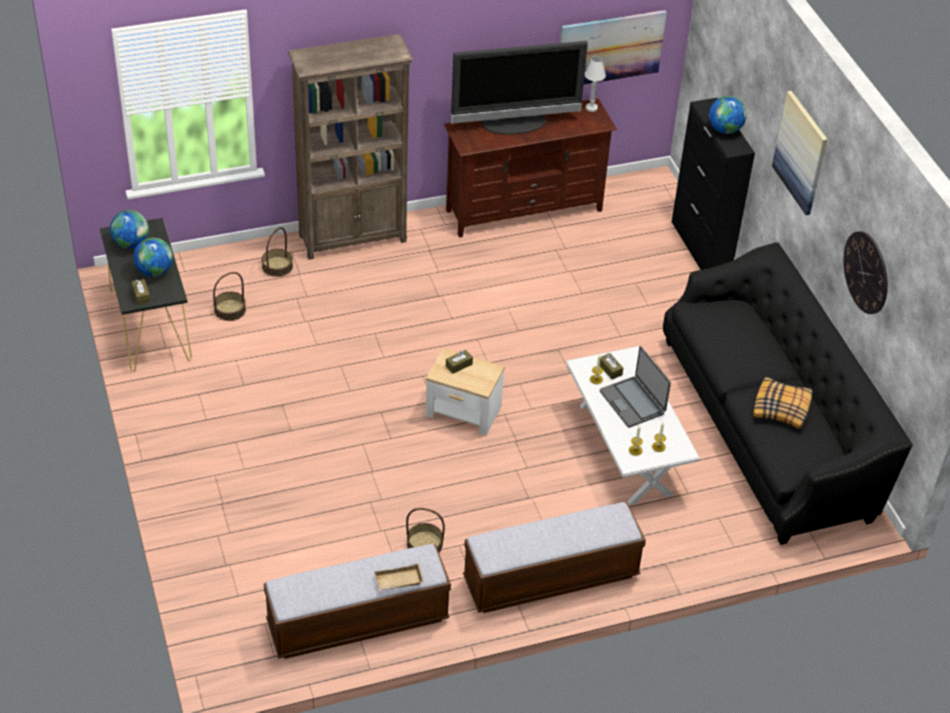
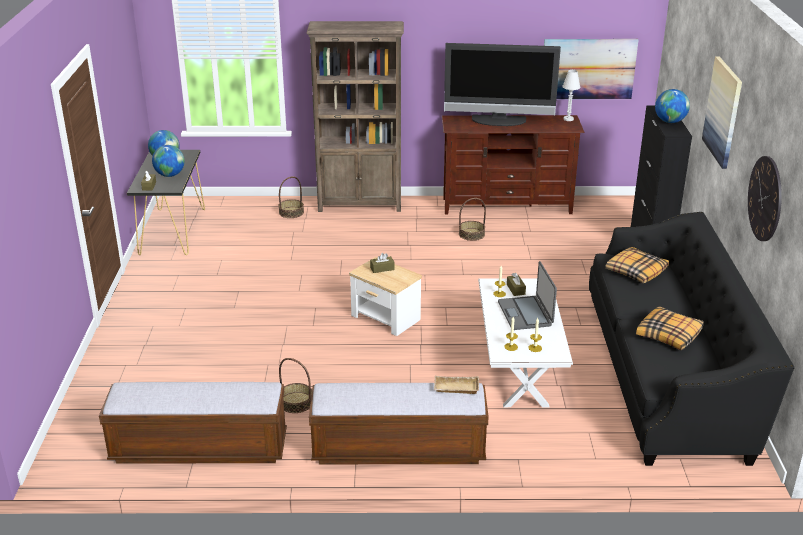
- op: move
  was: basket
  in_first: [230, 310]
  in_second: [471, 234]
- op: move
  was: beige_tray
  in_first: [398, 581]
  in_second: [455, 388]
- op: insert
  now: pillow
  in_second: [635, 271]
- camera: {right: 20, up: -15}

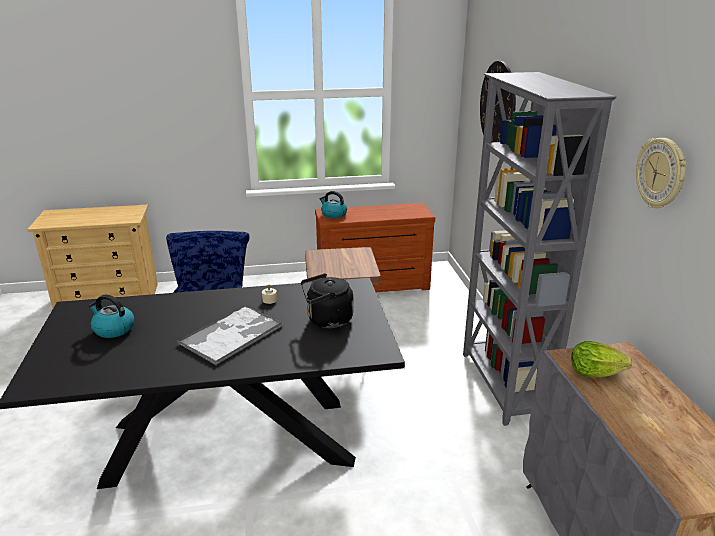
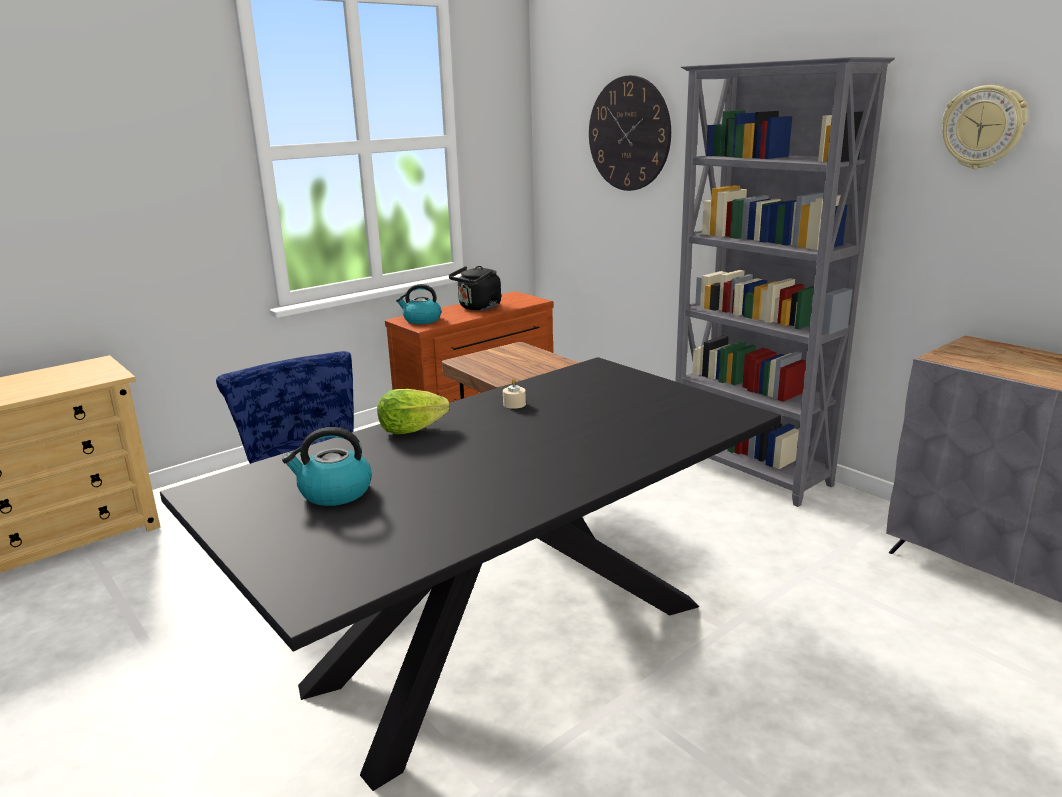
- op: move
  was: black_kettle
  in_first: [327, 320]
  in_second: [478, 308]
- op: delete
  was: tray
  in_first: [232, 334]
- op: move
  was: lettuce
  in_first: [594, 373]
  in_second: [411, 430]
- camera: {right: -30, up: -5}

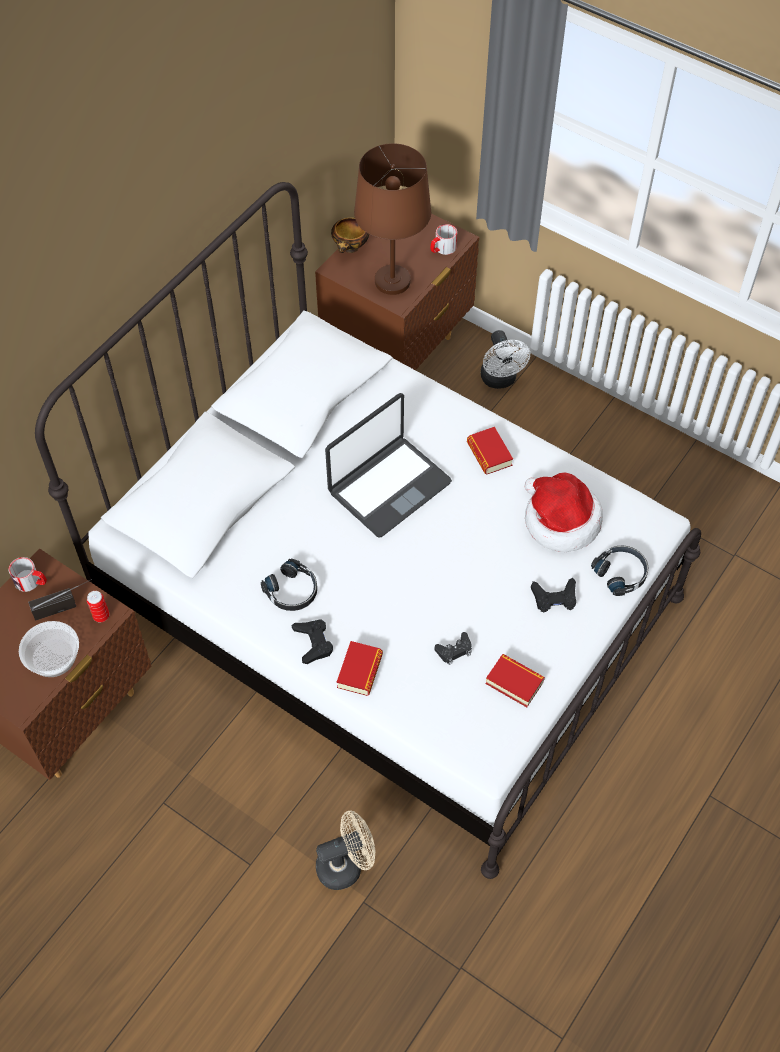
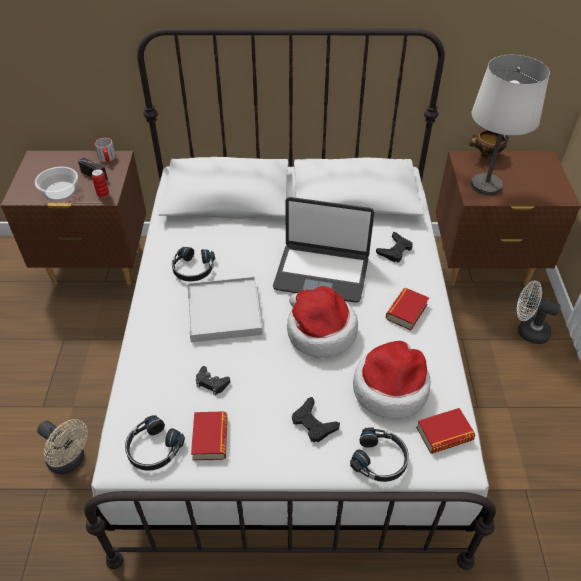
- op: recolor
  was: brown_table_lamp
  now: white_table_lamp
  in_first: [392, 282]
  in_second: [485, 185]
- op: delete
  was: mug
  in_first: [442, 249]
- op: rotate
  was: white_fan
  in_first: [500, 380]
  in_second: [527, 330]
  clockwise: 75
- op: move
  was: black_game_controller
  in_first: [313, 642]
  in_second: [395, 250]
- op: move
  was: book
  in_first: [360, 671]
  in_second: [444, 434]
- op: insert
  now: white_tray
  in_second: [224, 312]
- op: insert
  now: hat
  in_second: [319, 331]
- op: insert
  now: black_headphones
  in_second: [153, 449]
- camera: {right: 55, up: -10}

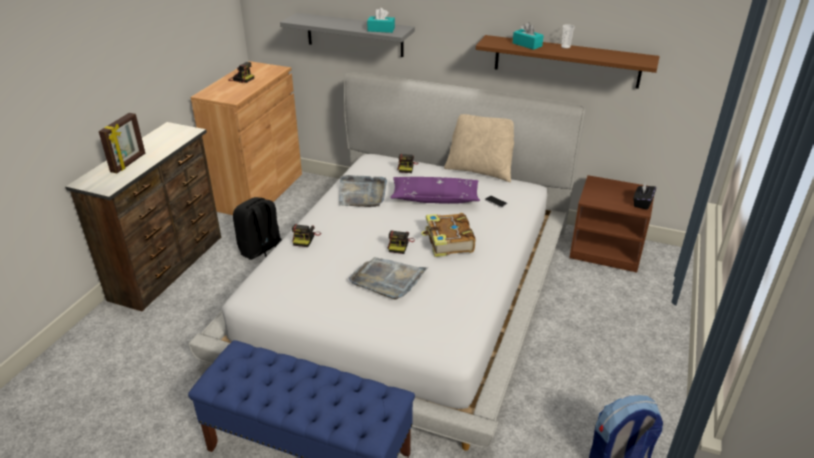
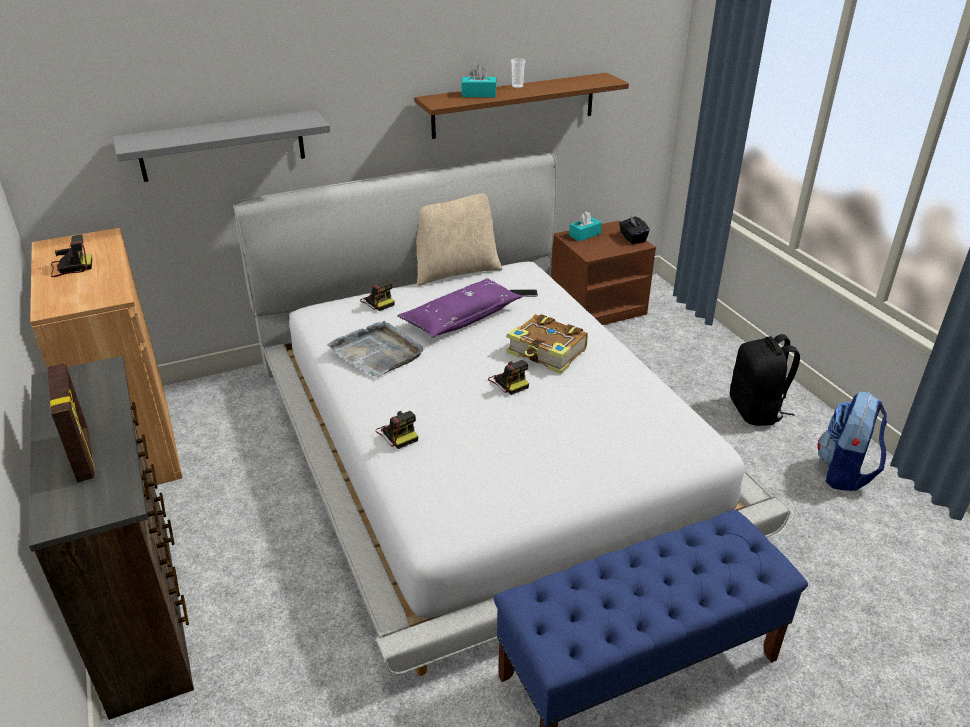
- op: move
  was: turquoise_tissue_box
  in_first: [381, 30]
  in_second: [585, 235]
- op: move
  was: black_backpack
  in_first: [261, 250]
  in_second: [756, 411]
- op: delete
  was: grey_tray
  in_first: [388, 279]
- camera: {right: -45, up: 0}

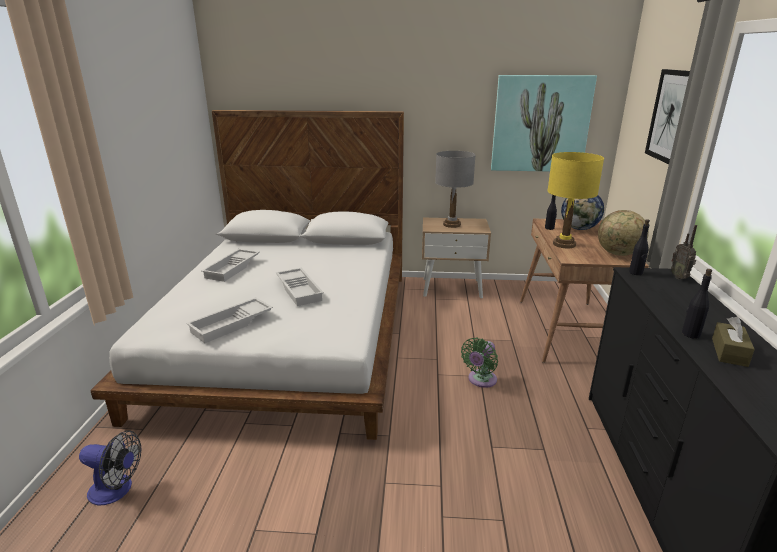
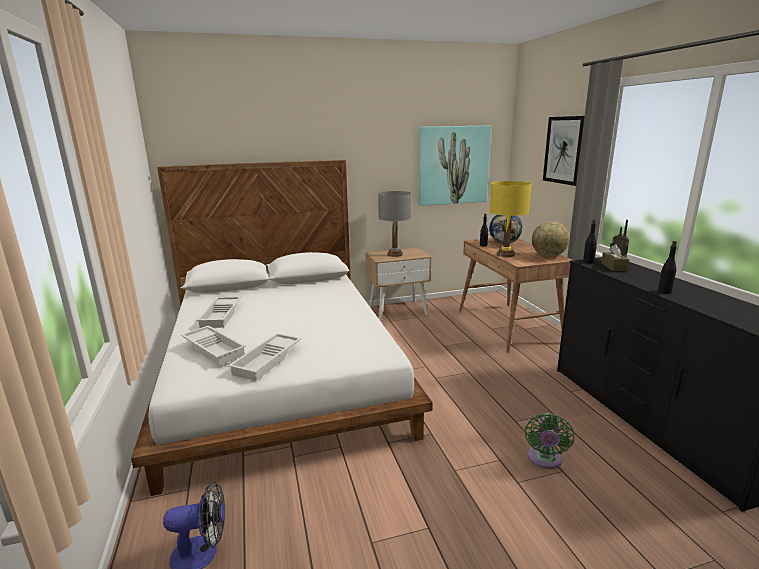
- op: move
  was: white_tray
  in_first: [300, 290]
  in_second: [215, 349]
- op: move
  was: brown_tissue_box
  in_first: [729, 352]
  in_second: [613, 267]
- op: move
  was: green_fan
  in_first: [480, 380]
  in_second: [544, 460]
- camera: {right: -20, up: -5}

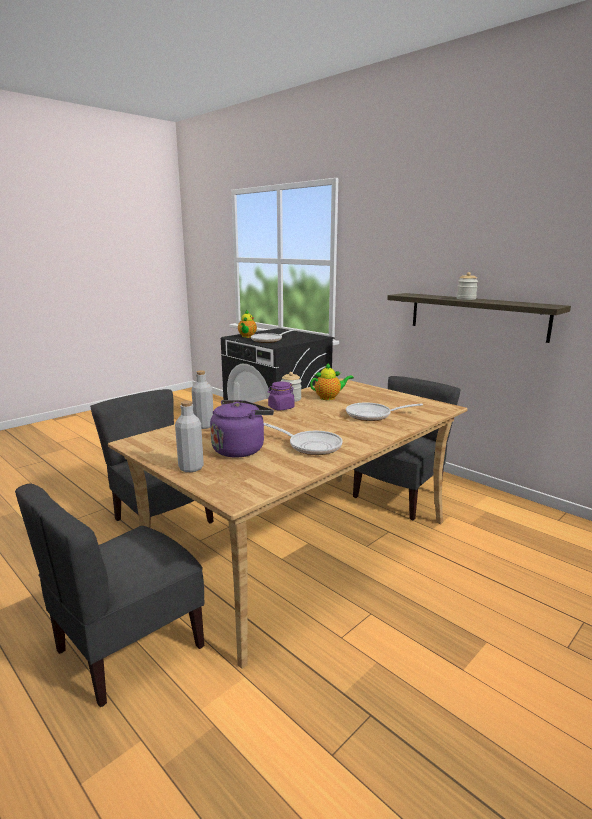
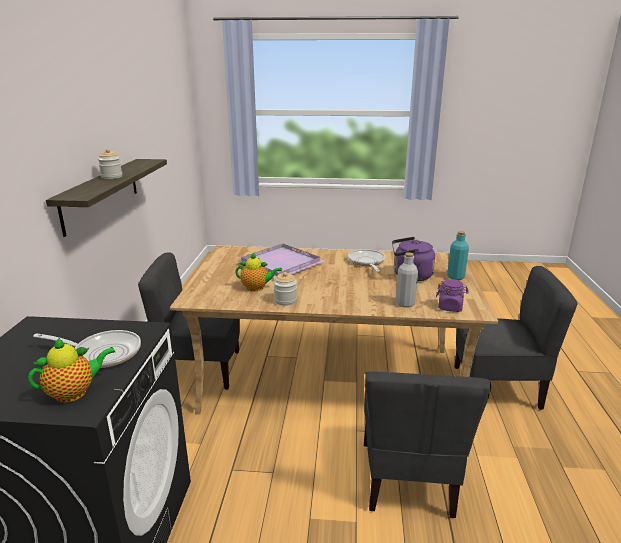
- op: rotate
  was: teapot
  in_first: [329, 398]
  in_second: [257, 288]
  clockwise: 150
- op: move
  was: purple_jar
  in_first: [281, 408]
  in_second: [450, 307]
- op: recolor
  was: grey_bottle
  now: turquoise_bottle
  in_first: [191, 468]
  in_second: [455, 277]
- op: replace
  was: frying_pan
  now: purple_tray
  in_first: [372, 415]
  in_second: [280, 263]
- camera: {right: -130, up: 5}

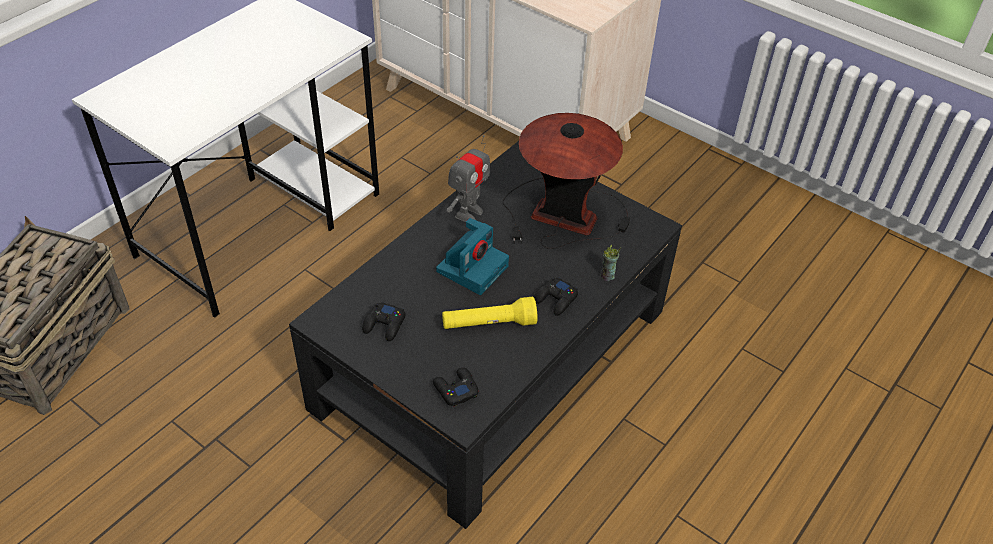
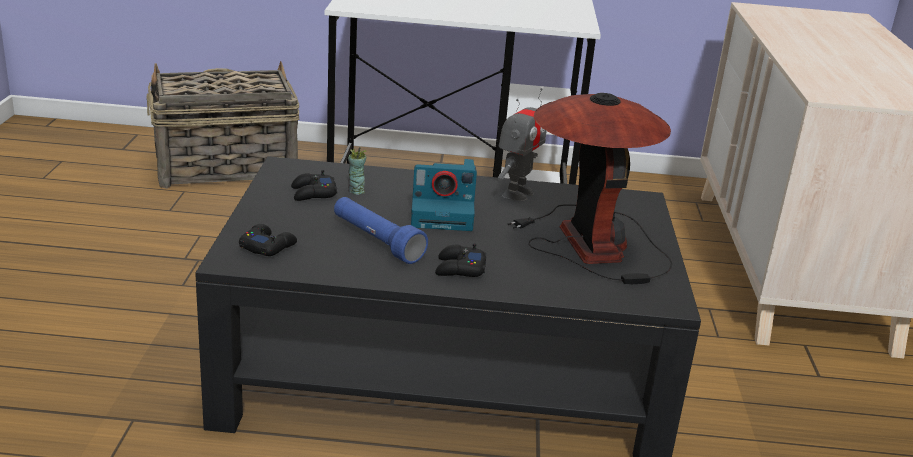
- op: rotate
  was: toy_robot
  in_first: [468, 212]
  in_second: [517, 193]
  clockwise: -60
- op: move
  was: cup
  in_first: [607, 276]
  in_second: [356, 191]
- op: recolor
  was: yellow_flashlight
  now: blue_flashlight
  in_first: [489, 324]
  in_second: [376, 241]
- camera: {right: 55, up: -20}

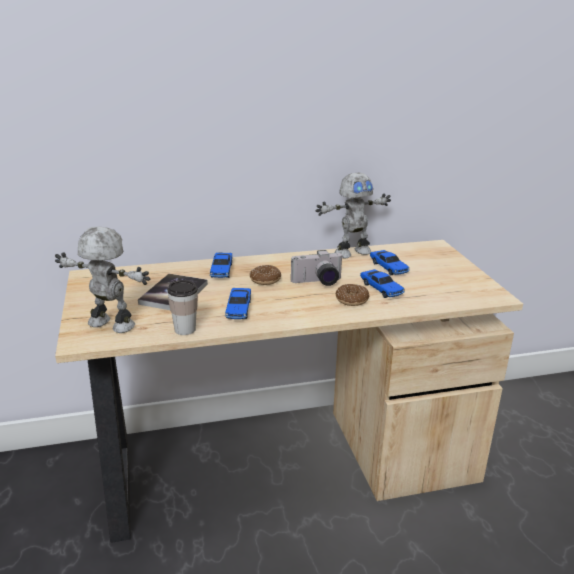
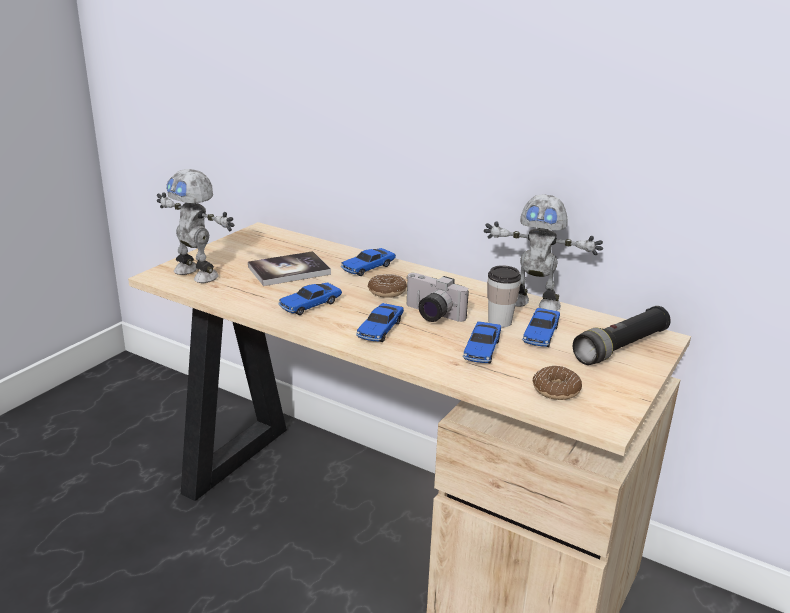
- op: rotate
  was: toy_robot
  in_first: [110, 326]
  in_second: [198, 274]
  clockwise: 150
- op: move
  was: cup
  in_first: [185, 329]
  in_second: [500, 321]
- op: move
  was: donut
  in_first: [352, 300]
  in_second: [556, 390]
- op: insert
  now: toy_car
  in_second: [380, 330]
- op: insert
  now: black_flashlight
  in_second: [621, 348]
- camera: {right: 45, up: 0}

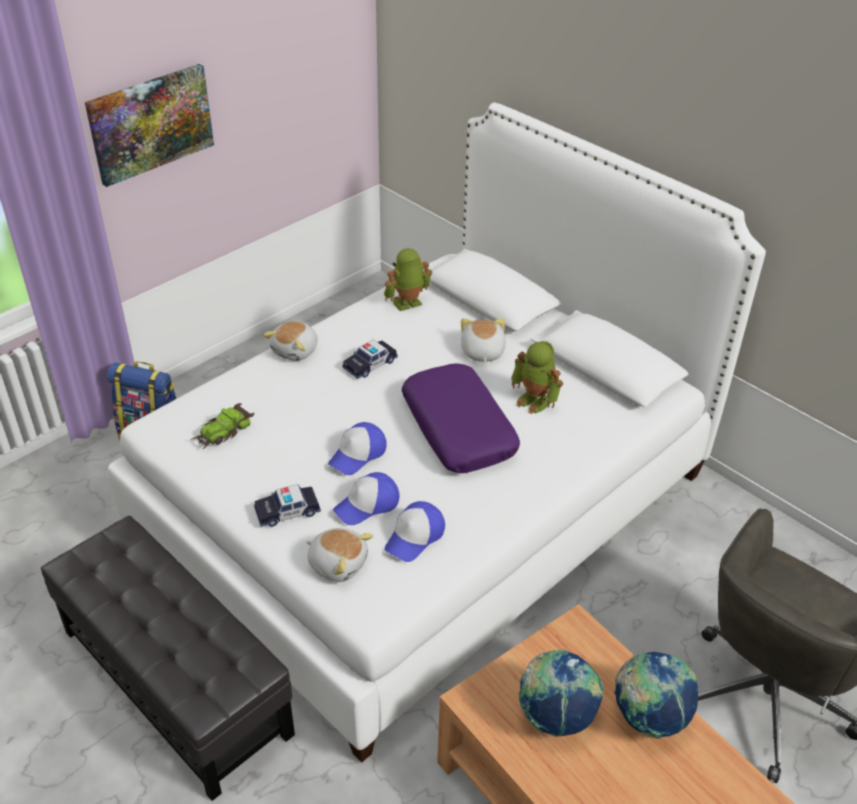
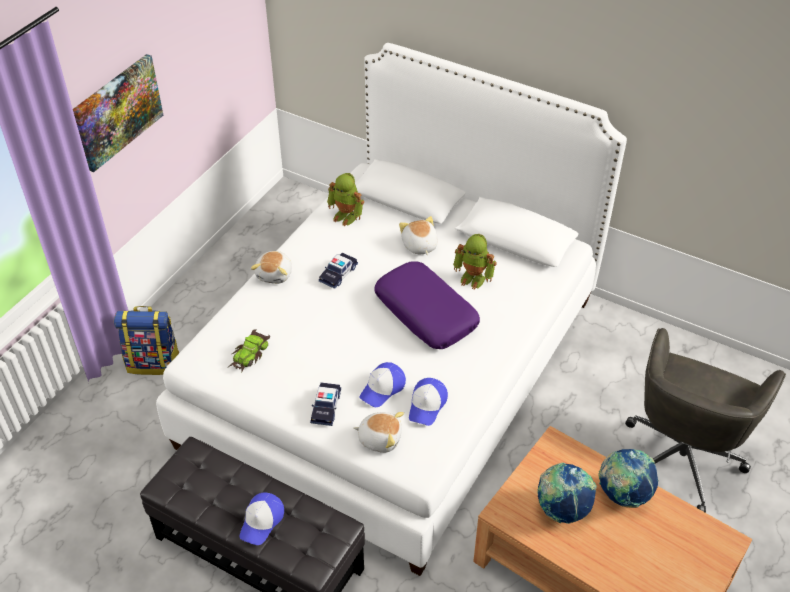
- op: rotate
  was: toy_robot
  in_first: [408, 304]
  in_second: [346, 216]
  clockwise: -105
- op: move
  was: cap
  in_first: [358, 454]
  in_second: [262, 521]
- op: rotate
  was: toy_car
  in_first: [287, 511]
  in_second: [326, 407]
  clockwise: -45
- camera: {right: -15, up: 5}

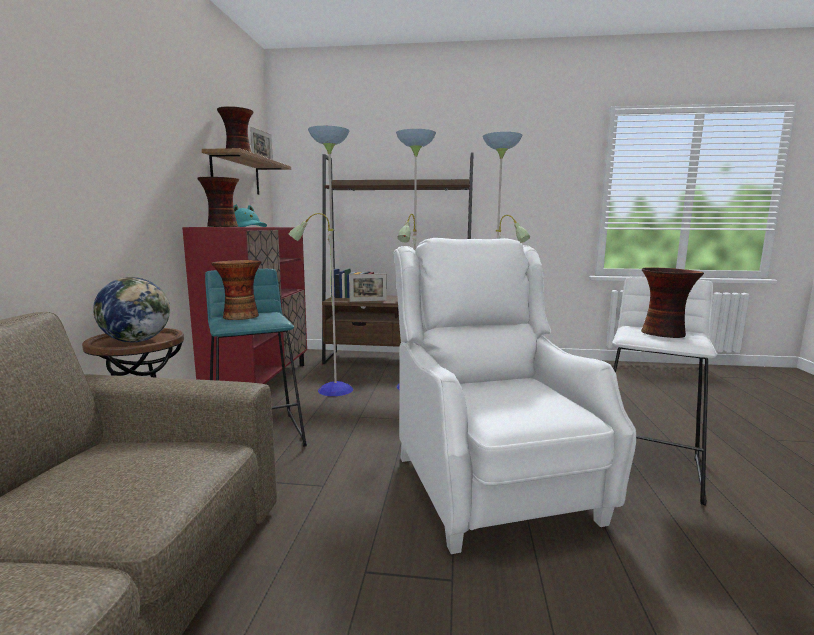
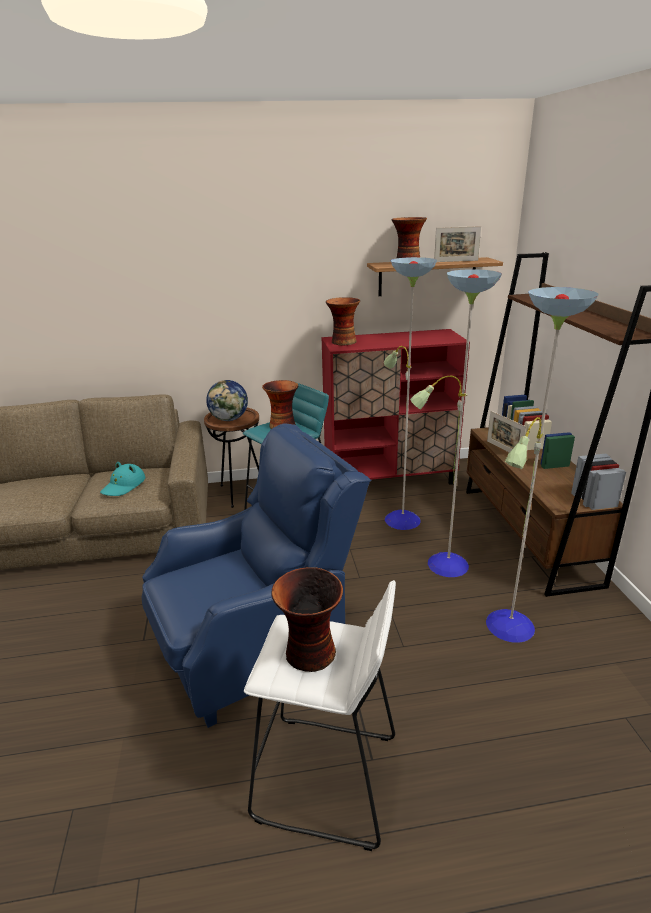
- op: move
  was: turquoise_hat
  in_first: [247, 226]
  in_second: [123, 485]
- op: recolor
  was: white_armchair
  now: blue_armchair
  in_first: [490, 483]
  in_second: [257, 647]
- camera: {right: 75, up: 15}

